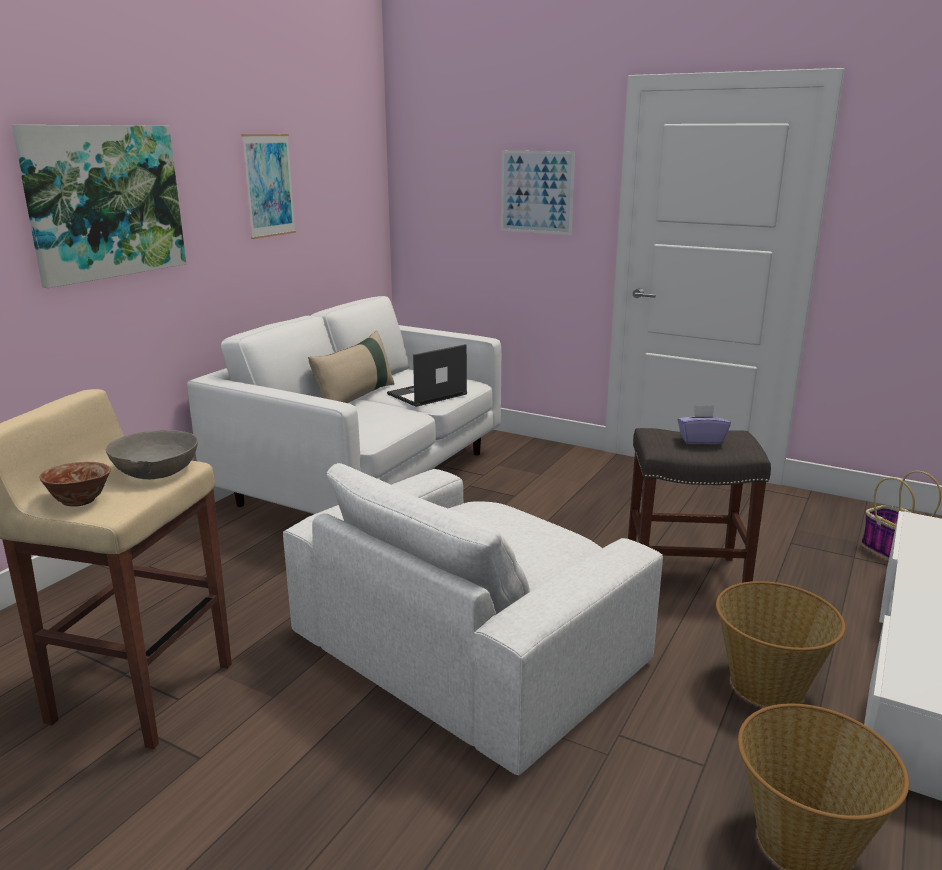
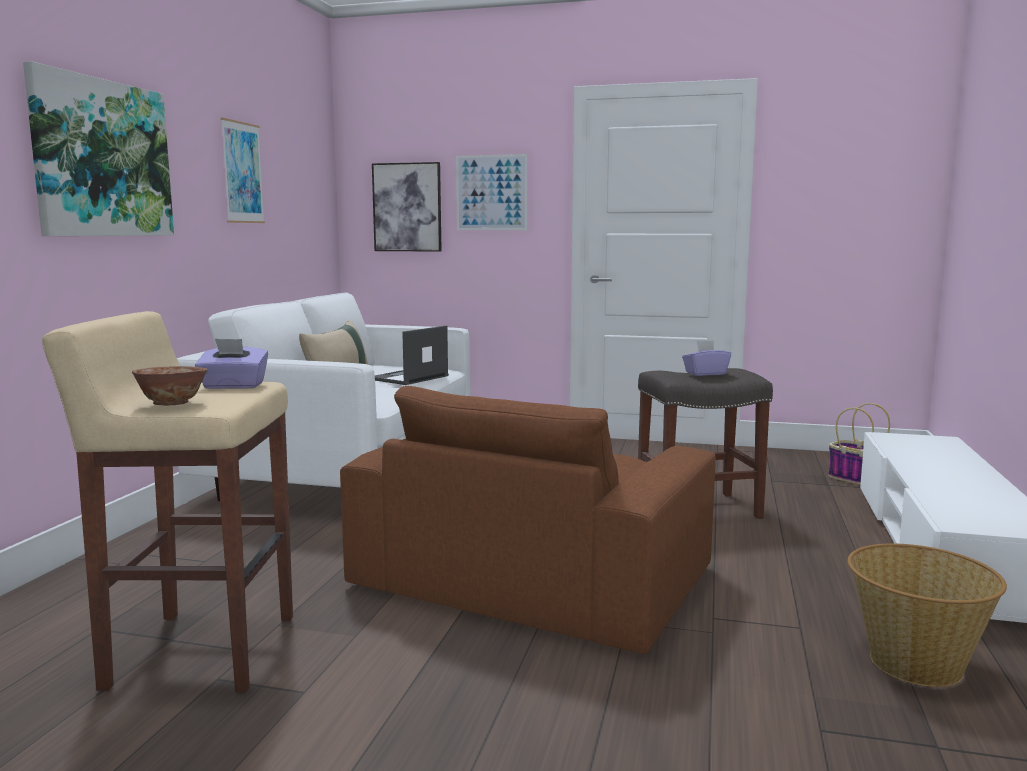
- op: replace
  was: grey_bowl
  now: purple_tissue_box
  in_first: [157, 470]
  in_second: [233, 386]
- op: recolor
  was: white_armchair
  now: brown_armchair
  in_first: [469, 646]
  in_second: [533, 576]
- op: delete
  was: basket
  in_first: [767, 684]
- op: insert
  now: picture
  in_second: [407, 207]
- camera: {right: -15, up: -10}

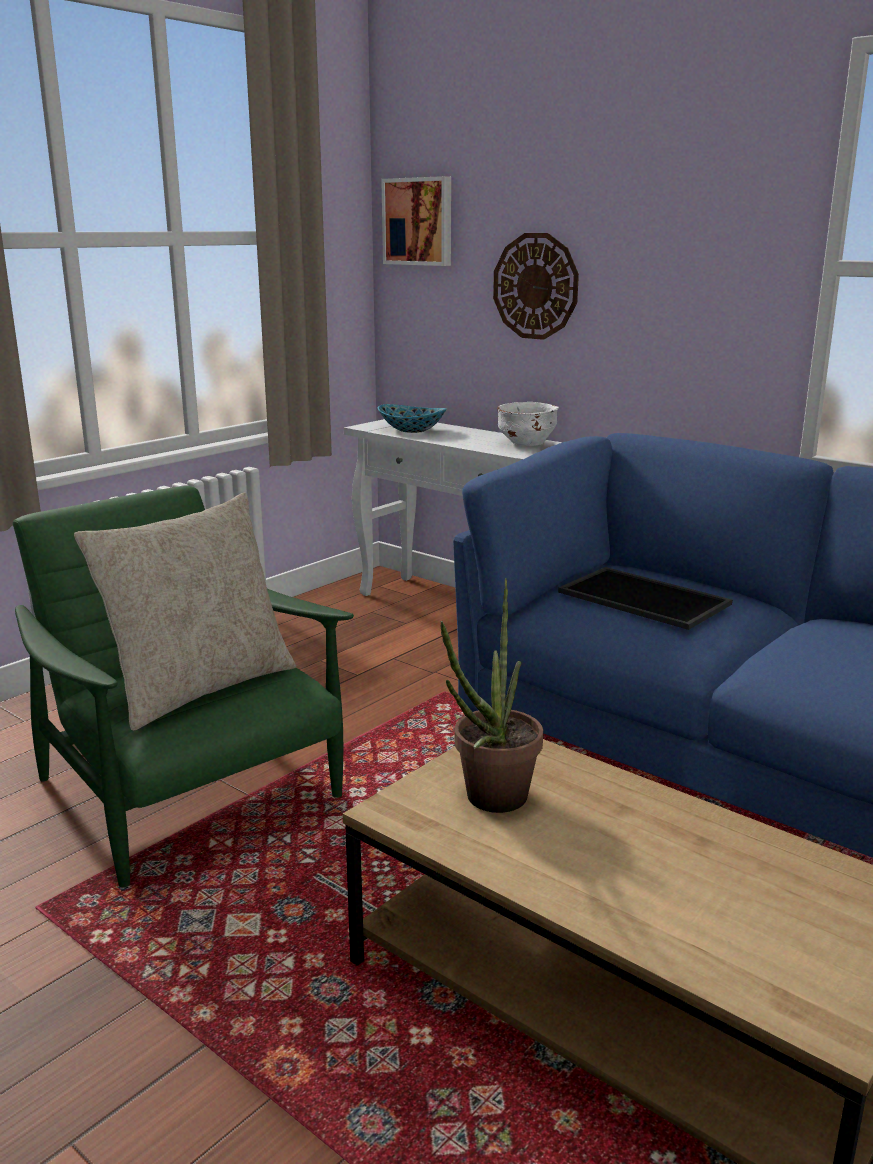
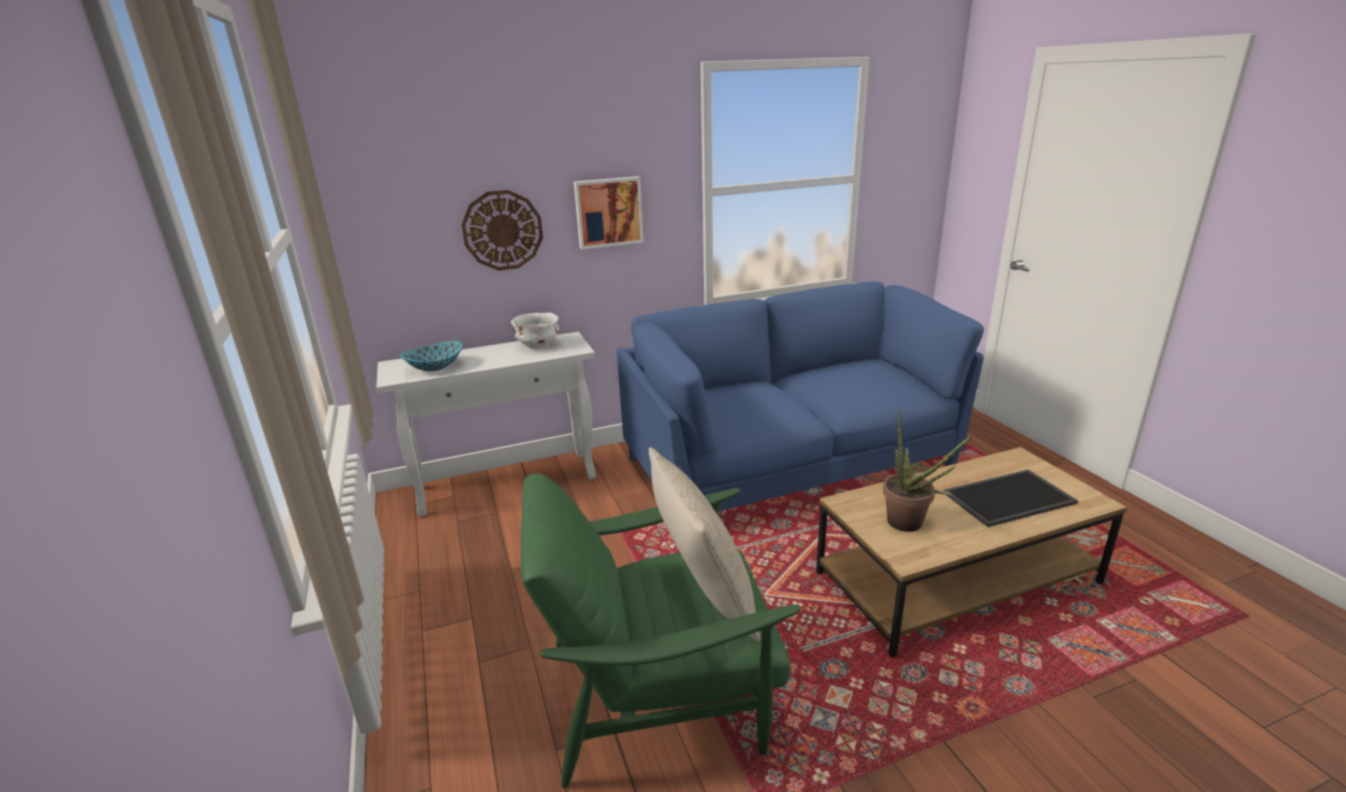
- op: move
  was: picture
  in_first: [419, 221]
  in_second: [608, 212]
- op: move
  was: tray
  in_first: [646, 598]
  in_second: [1008, 497]
- camera: {right: -60, up: 5}

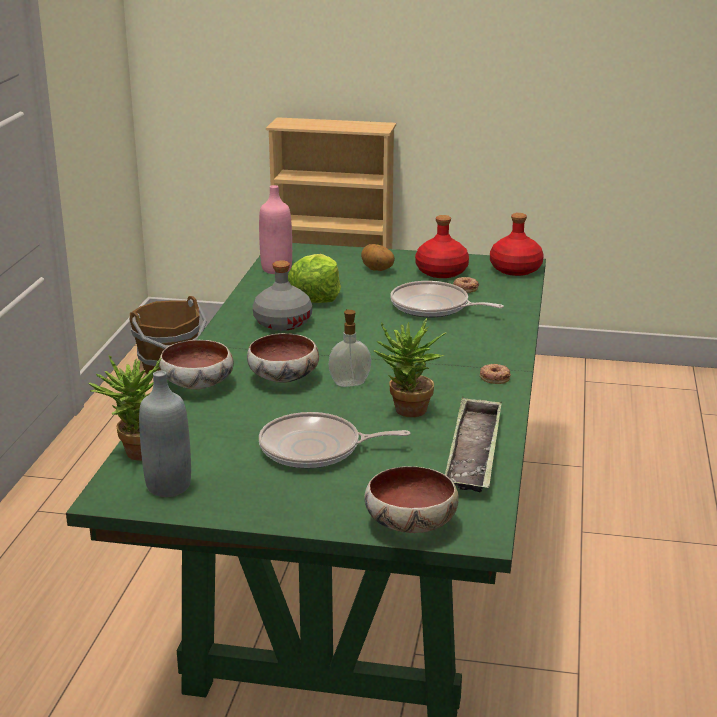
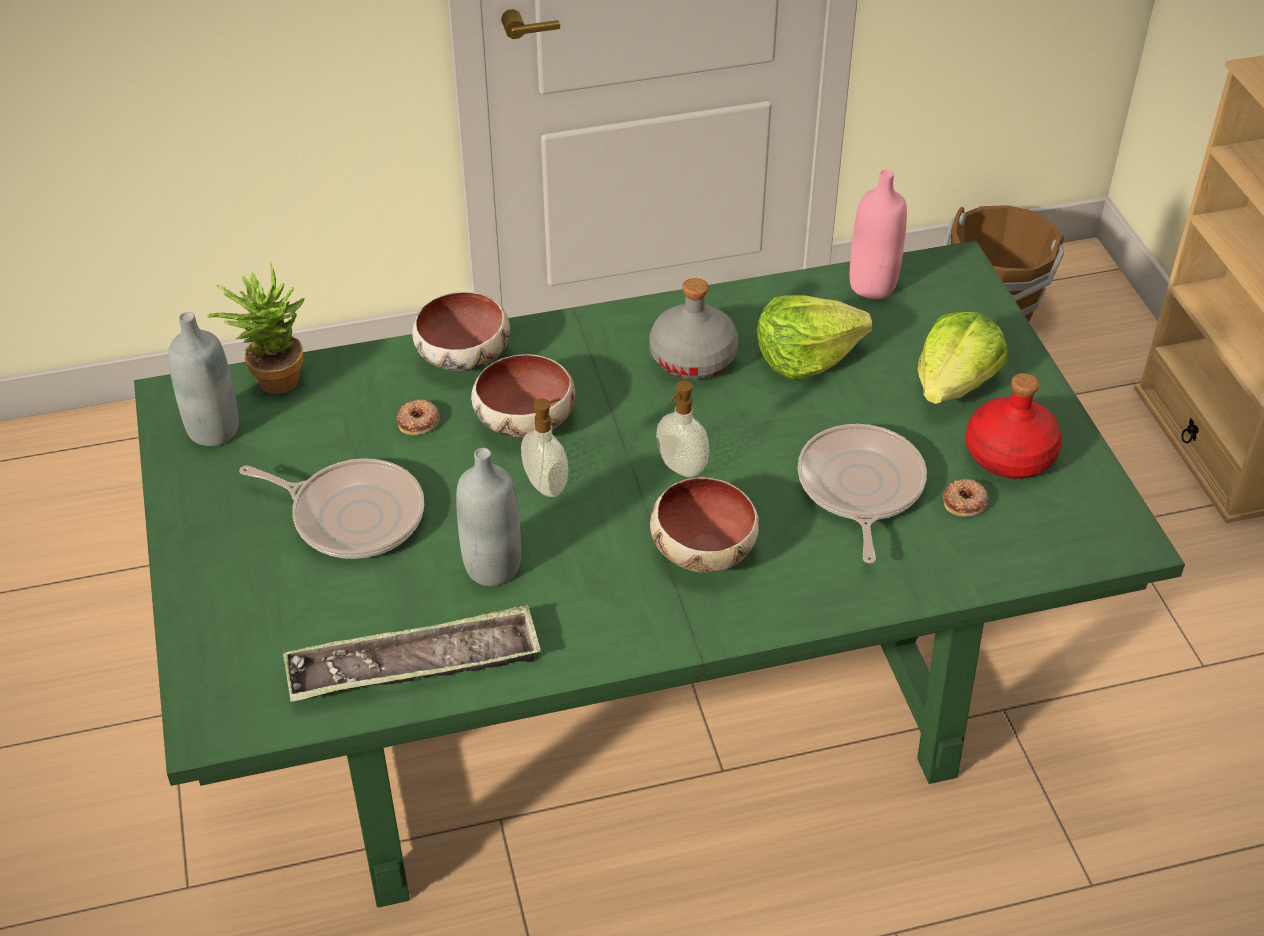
- op: delete
  was: red_bottle
  in_first: [515, 269]
- op: replace
  was: potato
  now: lettuce
  in_first: [377, 270]
  in_second: [955, 384]
- op: replace
  was: potted_plant
  now: grey_bottle
  in_first: [407, 412]
  in_second: [492, 567]
- op: move
  was: donut
  in_first: [495, 377]
  in_second: [419, 421]
- op: rotate
  was: frying_pan
  in_first: [315, 449]
  in_second: [352, 515]
  clockwise: 135
- op: move
  was: bowl
  in_first: [409, 525]
  in_second: [701, 548]
- op: insert
  now: soap_dispenser
  in_second: [680, 468]
- camera: {right: 65, up: 20}

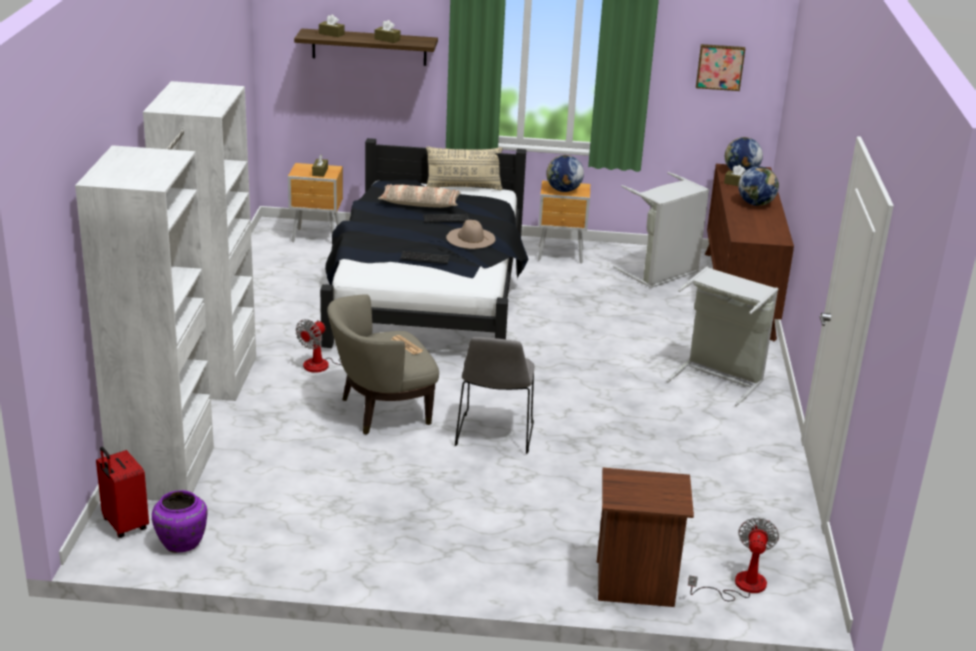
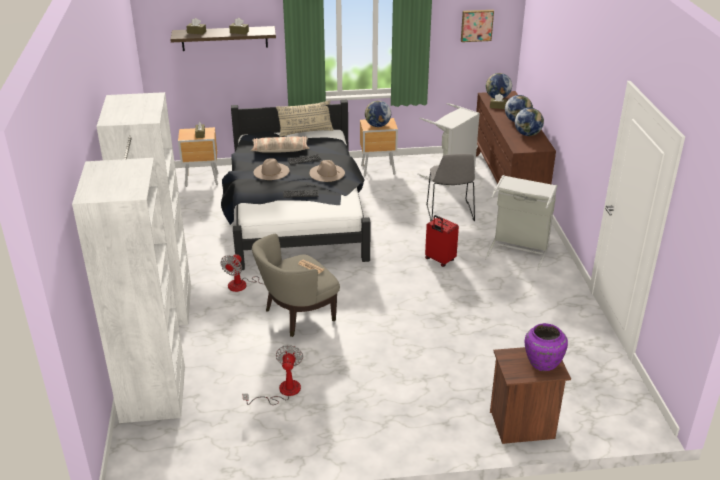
- op: move
  was: grey_chair
  in_first: [494, 435]
  in_second: [450, 213]
- op: move
  was: red_suitcase
  in_first: [124, 525]
  in_second: [439, 260]
- op: move
  was: purple_vase
  in_first: [182, 543]
  in_second: [542, 362]
- op: move
  was: fan
  in_first: [740, 586]
  in_second: [282, 392]
- op: insert
  now: globe
  in_second: [527, 134]
- op: insert
  now: beige_hat
  in_second: [271, 171]
- camera: {right: -10, up: 5}

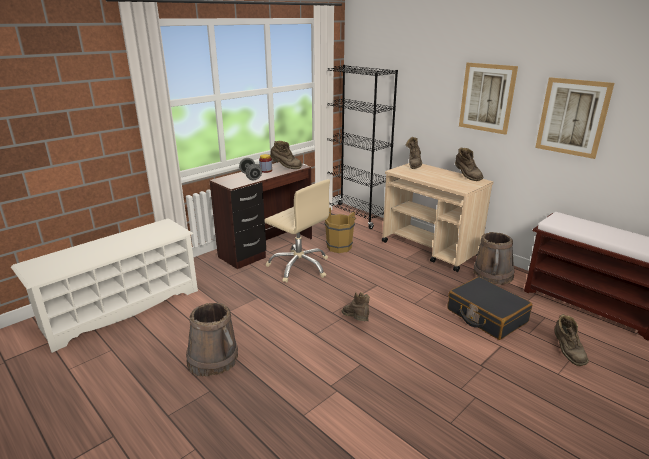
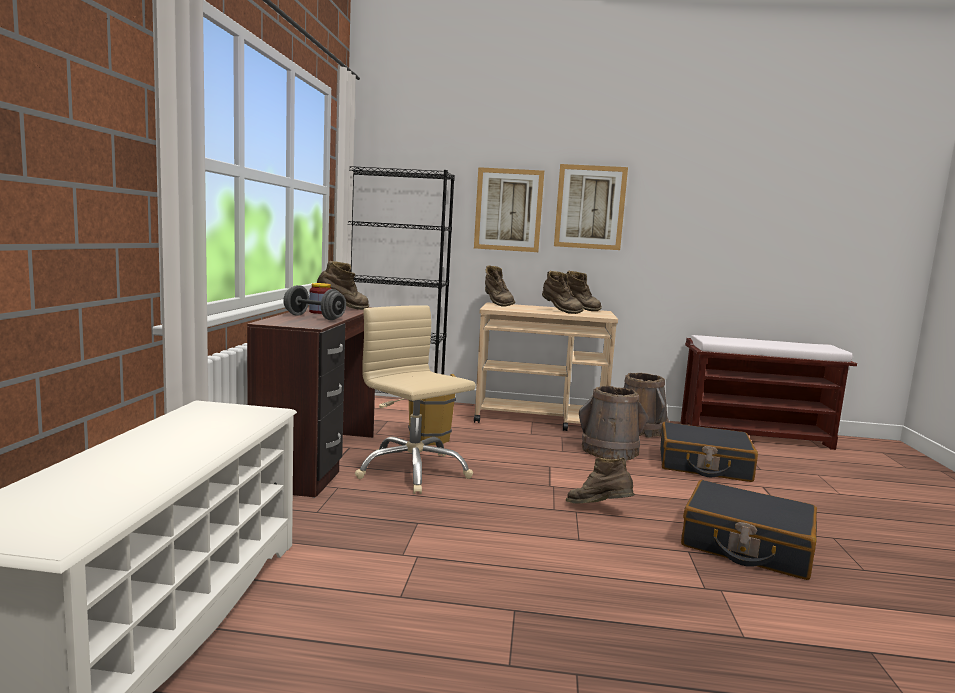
- op: move
  was: picture
  in_first: [572, 117]
  in_second: [508, 210]
- op: rotate
  was: beige_office_chair
  in_first: [299, 266]
  in_second: [413, 471]
  clockwise: -135
- op: move
  was: brown_bucket
  in_first: [213, 359]
  in_second: [610, 451]
- op: move
  was: brown_boot
  in_first: [566, 352]
  in_second: [560, 311]
- op: insert
  now: black_suitcase
  in_second: [746, 545]
- camera: {right: -40, up: -15}

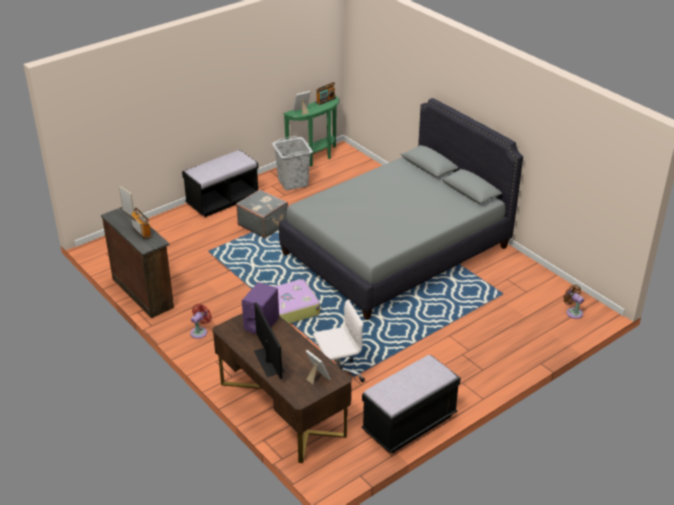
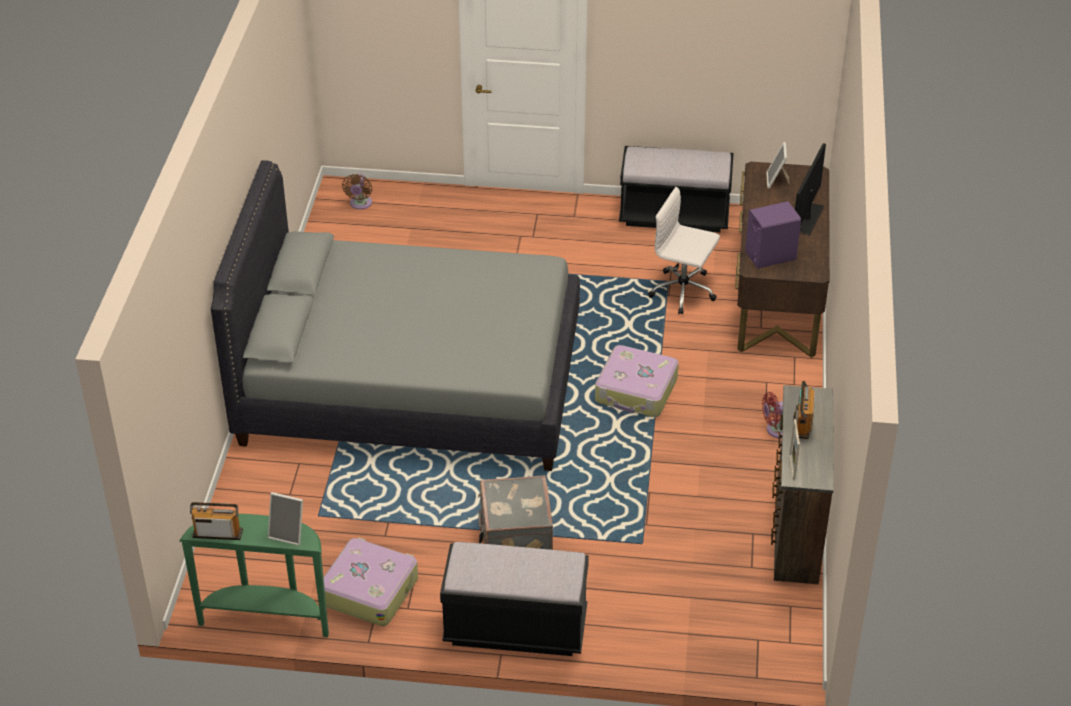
- op: replace
  was: grey_laundry_basket
  now: suitcase
  in_first: [293, 182]
  in_second: [369, 590]
- camera: {right: -135, up: 5}

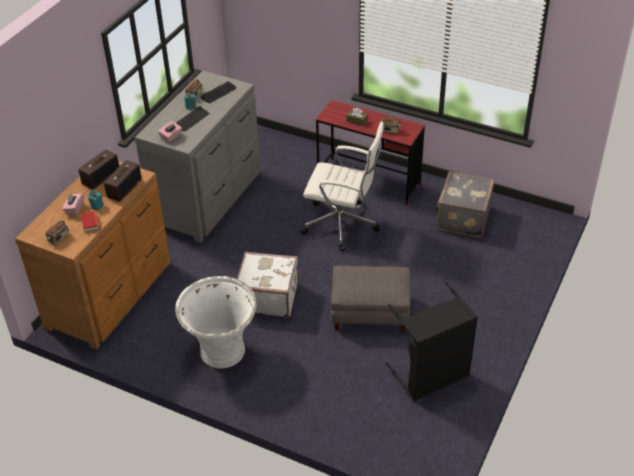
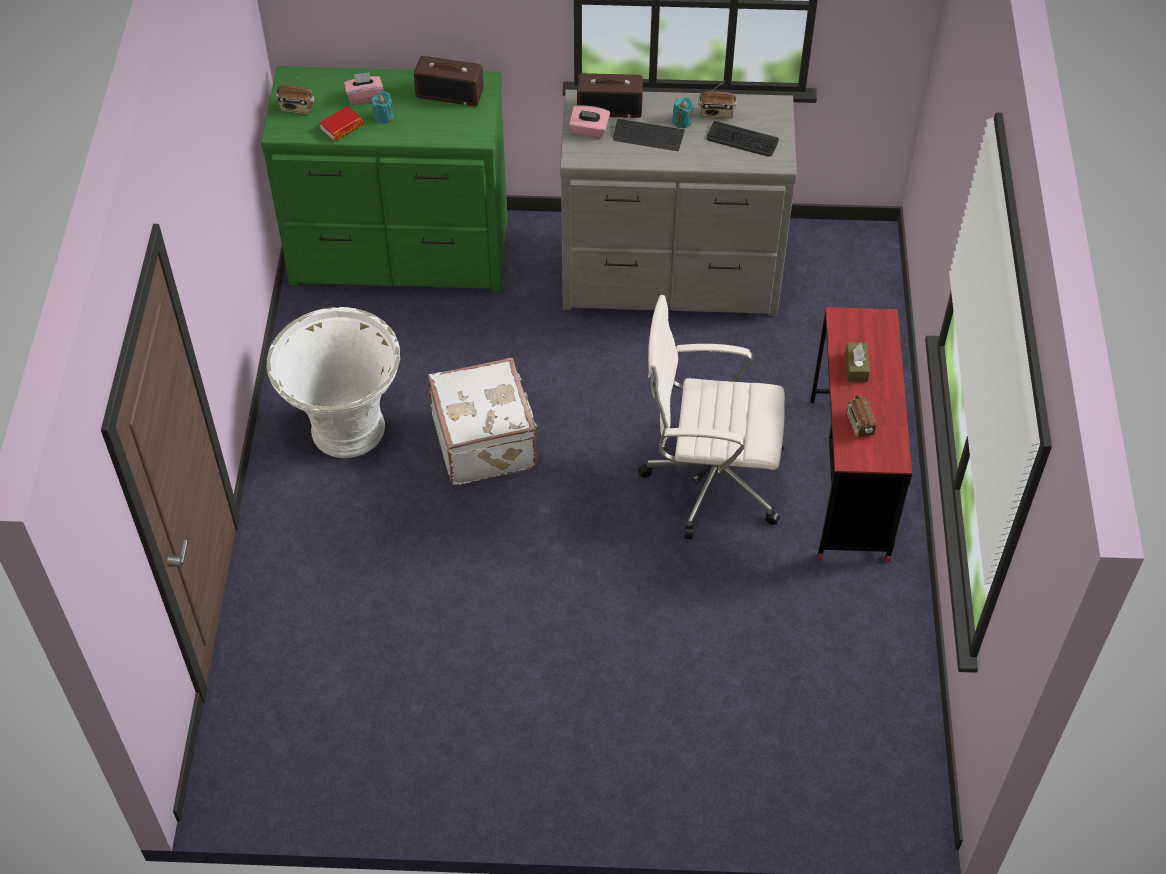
- op: rotate
  was: white_office_chair
  in_first: [342, 225]
  in_second: [709, 480]
  clockwise: 105
- op: move
  was: radio
  in_first: [124, 188]
  in_second: [610, 107]
- op: recolor
  was: brown_dresser
  now: green_dresser
  in_first: [111, 294]
  in_second: [400, 253]
- op: delete
  was: grey_suitcase
  in_first: [462, 218]
- op: delete
  was: grey_ottoman
  in_first: [369, 312]
- op: delete
  was: black_laundry_basket
  in_first: [431, 376]
- camera: {right: 65, up: 10}

